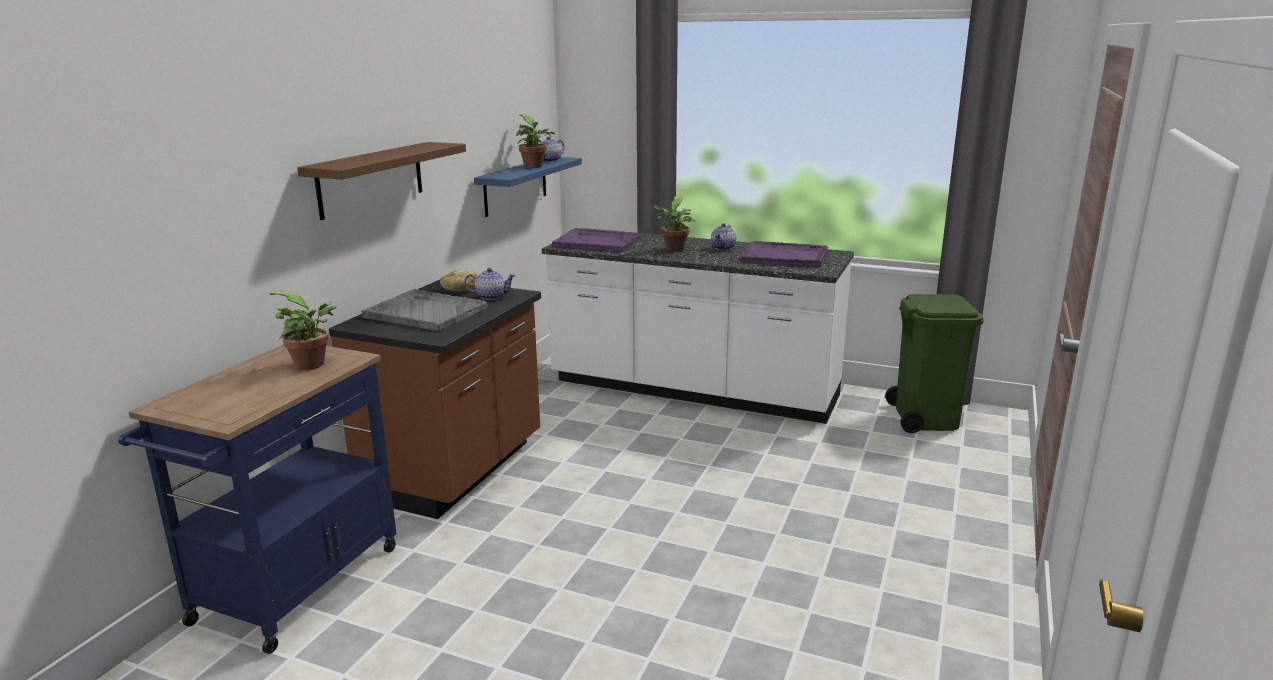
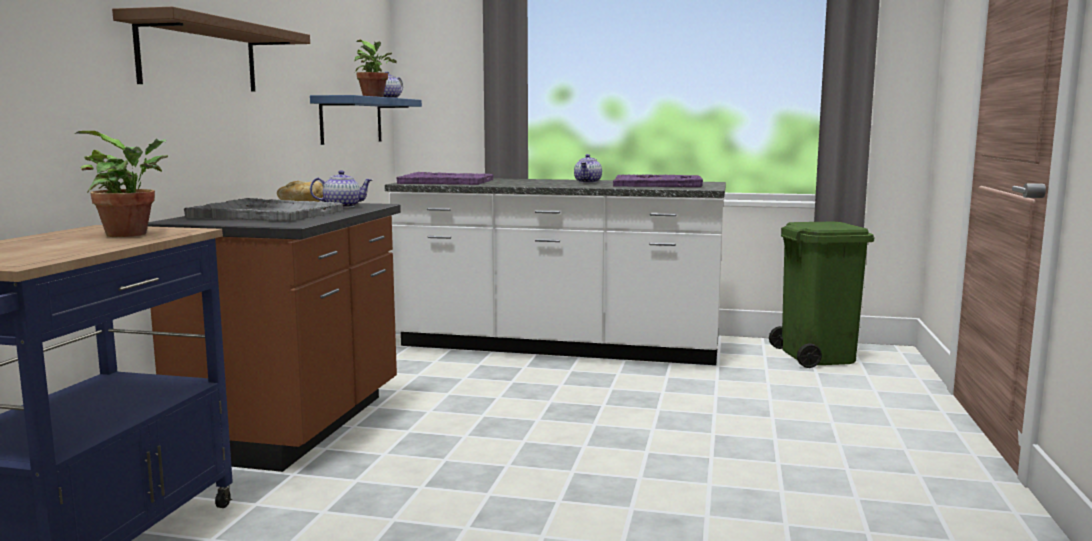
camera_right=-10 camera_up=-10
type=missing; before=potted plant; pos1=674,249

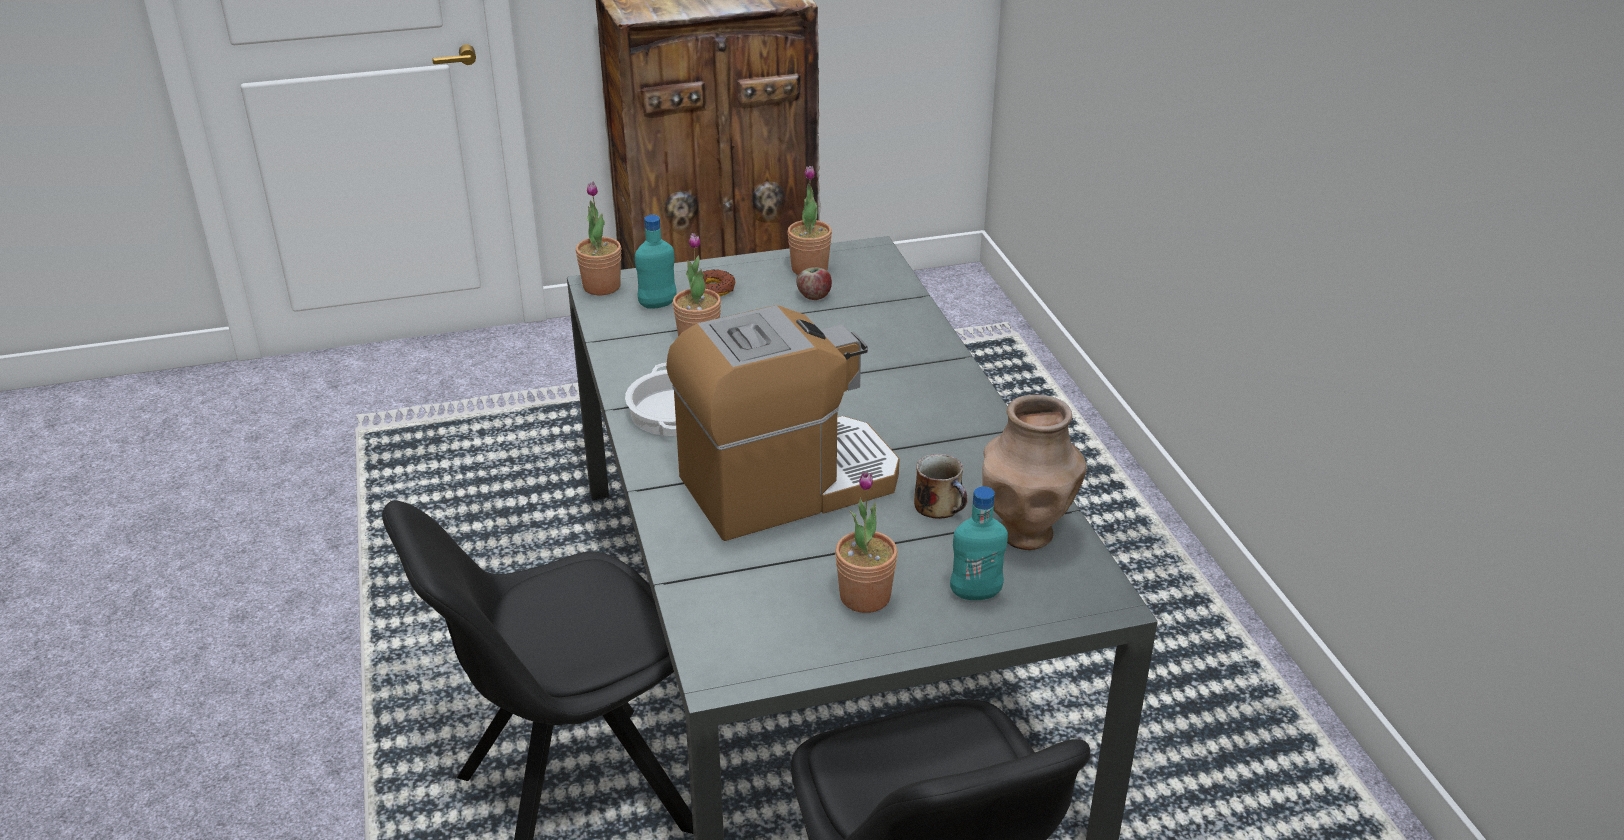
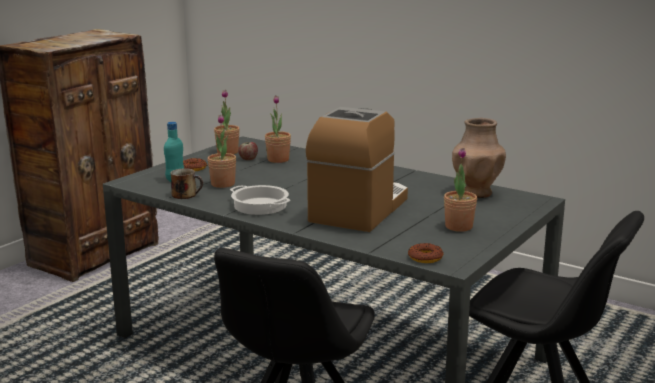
camera_right=-40 camera_up=-15
type=relocated; before=potted plant; pos1=602,287; pos2=278,160
type=relocated; before=coffee mug; pos1=940,505; pos2=186,195
type=missing; before=beverage bottle/turquoise; pos1=975,594
type=appeared; after=ring doughnut; pos2=425,257

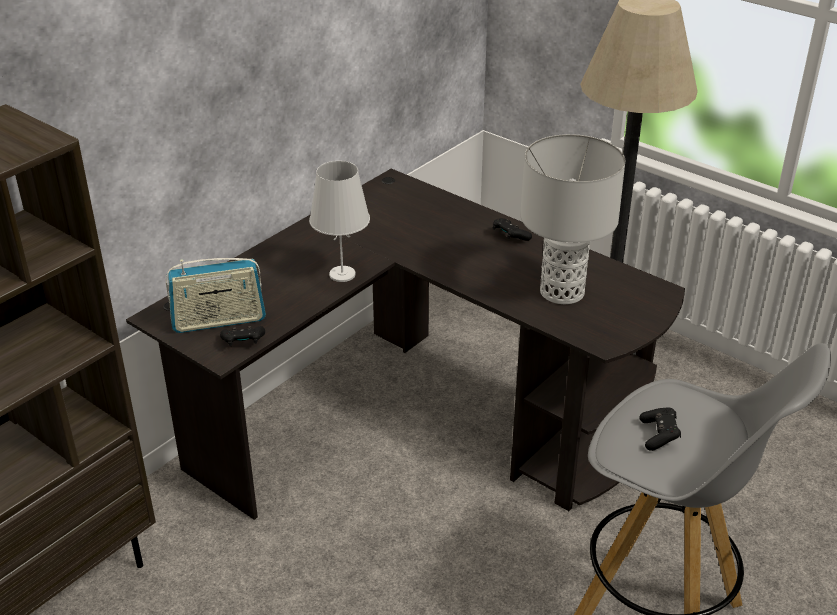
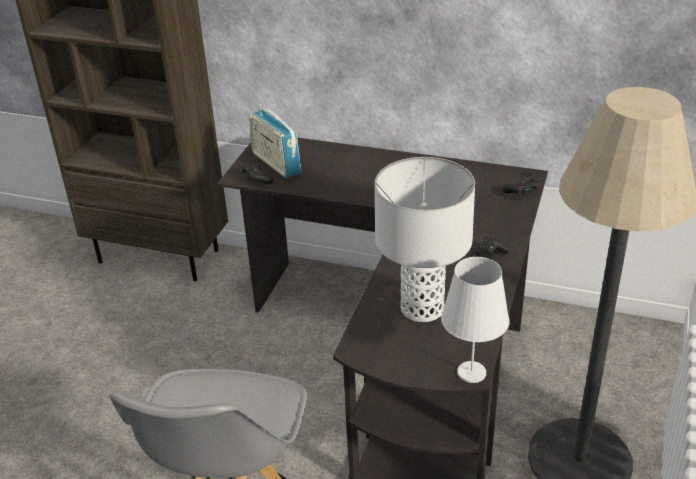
camera_right=70 camera_up=0
type=relocated; before=table lamp/white-coloured; pos1=341,274; pos2=471,372
type=relocated; before=joypad/black-coloured; pos1=659,435; pos2=522,193

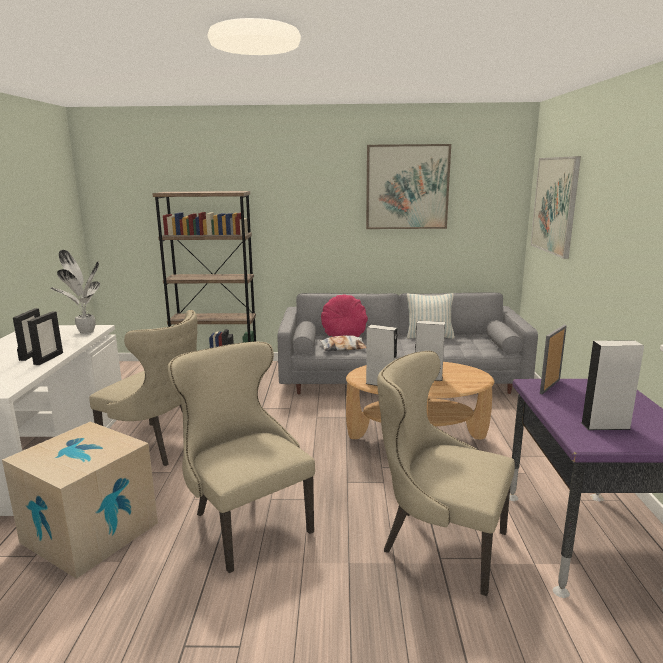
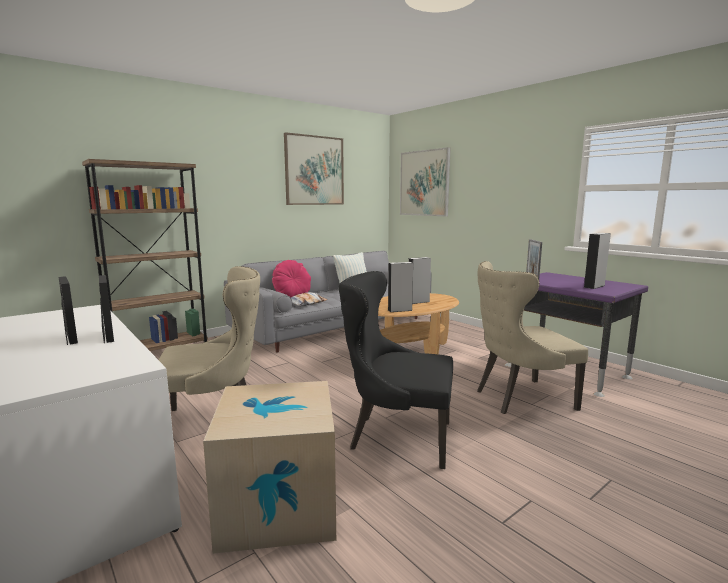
camera_right=-40 camera_up=-5
type=missing; before=potted plant; pos1=86,331
type=colour; before=upright chair/sand-coloured; after=upright chair/black-coloured; pos1=246,523; pos2=396,437

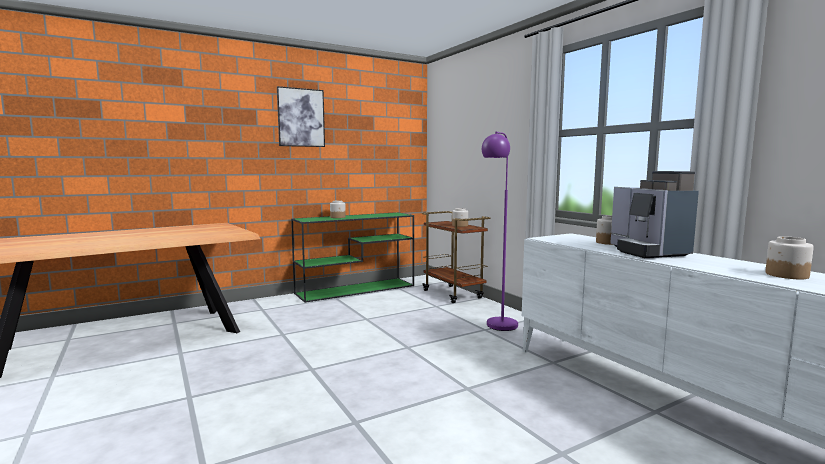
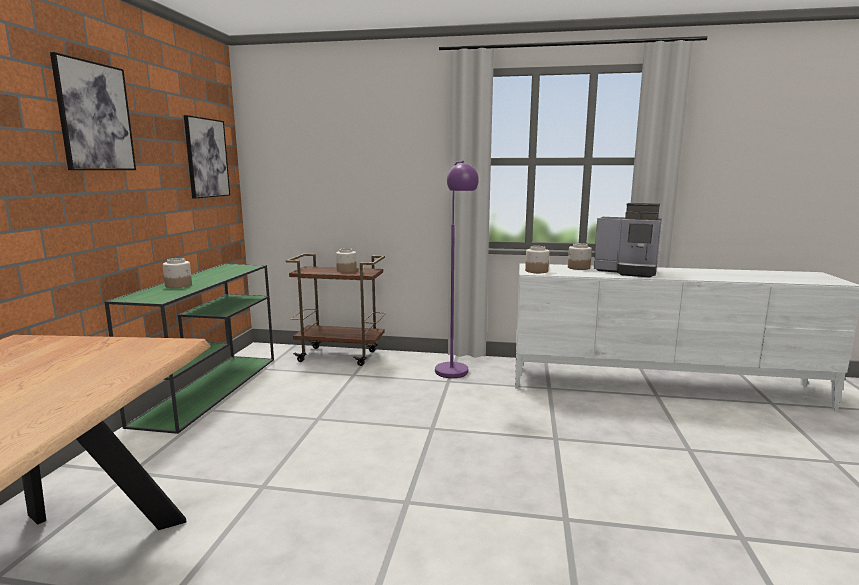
camera_right=-50 camera_up=5
type=relocated; before=preserve jar; pos1=786,275; pos2=536,271
type=appeared; after=wall picture; pos2=206,158

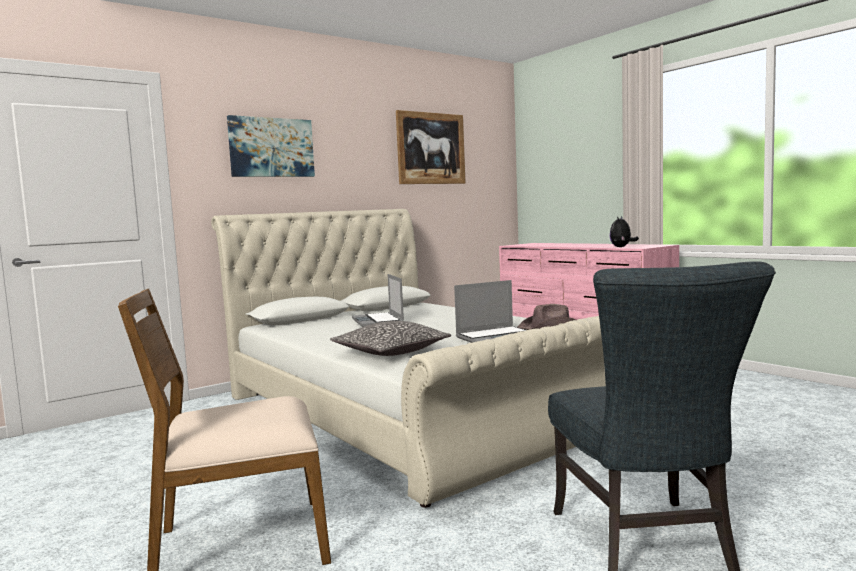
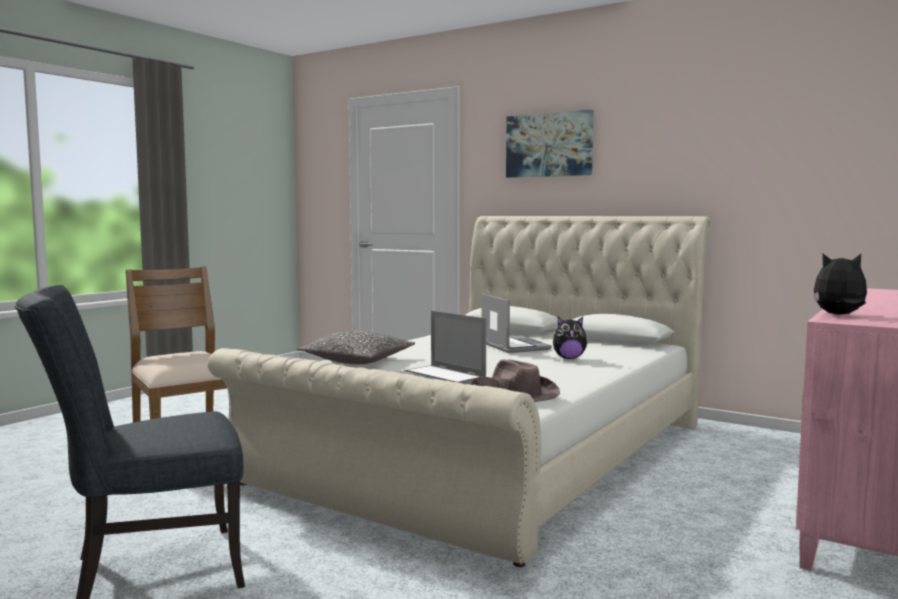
camera_right=70 camera_up=0
type=spun; before=portable computer; pos1=378,321; pos2=513,346; turn=105
type=missing; before=wall picture; pos1=431,148
type=appeared; after=plush toy; pos2=569,358

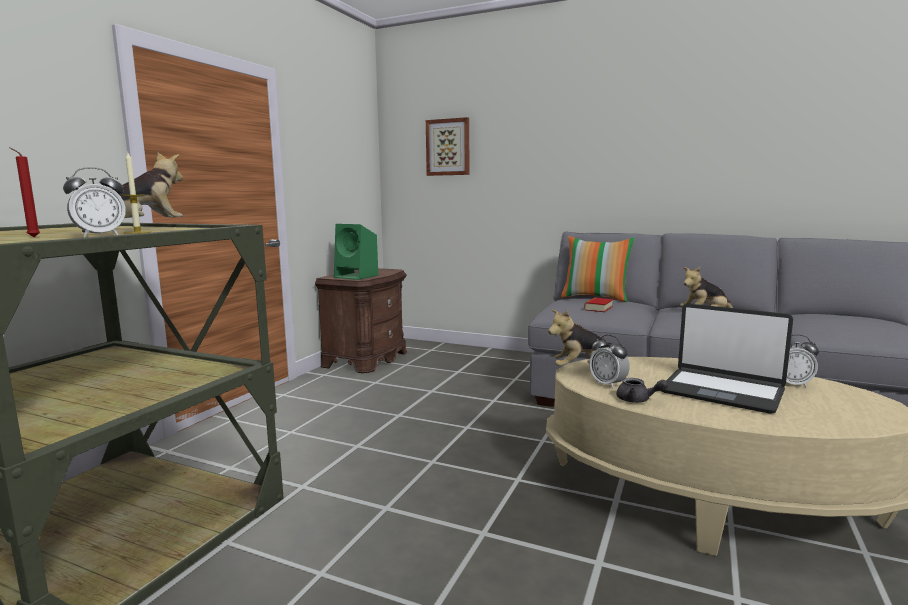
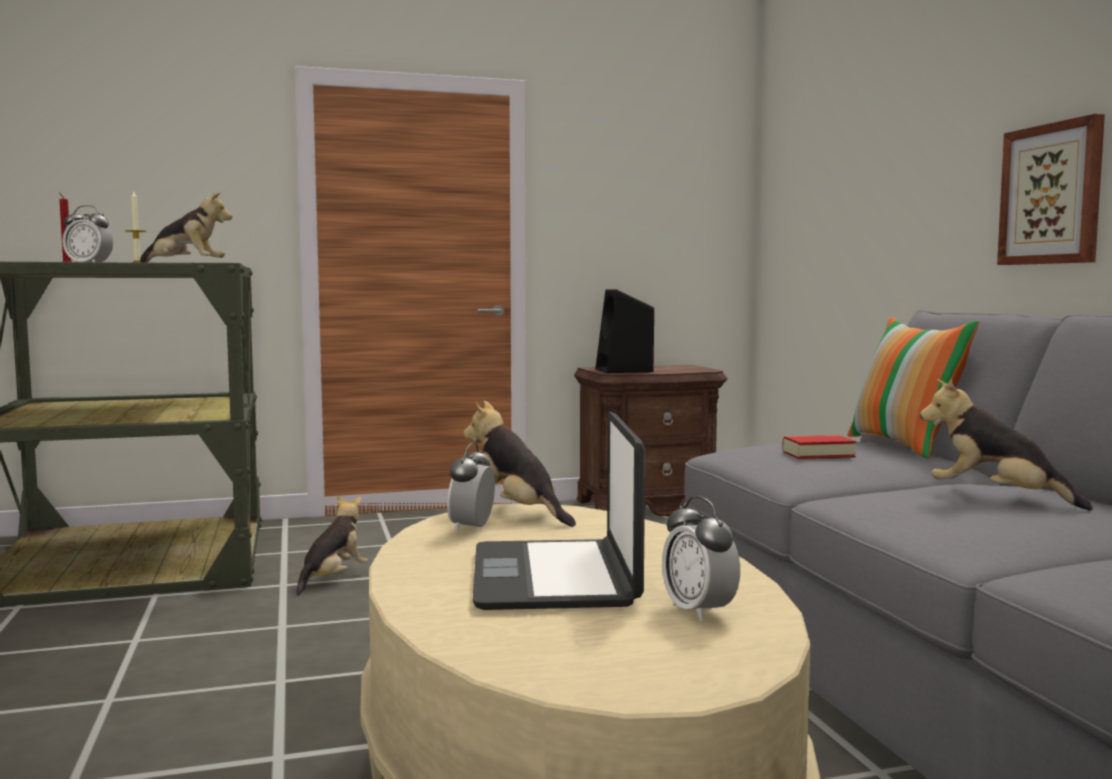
camera_right=50 camera_up=-5
type=colour; before=loudspeaker/greenish; after=loudspeaker/black-coloured; pos1=357,276; pos2=625,370
type=relocated; before=wall picture; pos1=448,147; pos2=1052,194
type=missing; before=teapot/greyish; pos1=637,400
type=appeared; after=plush toy; pos2=333,579

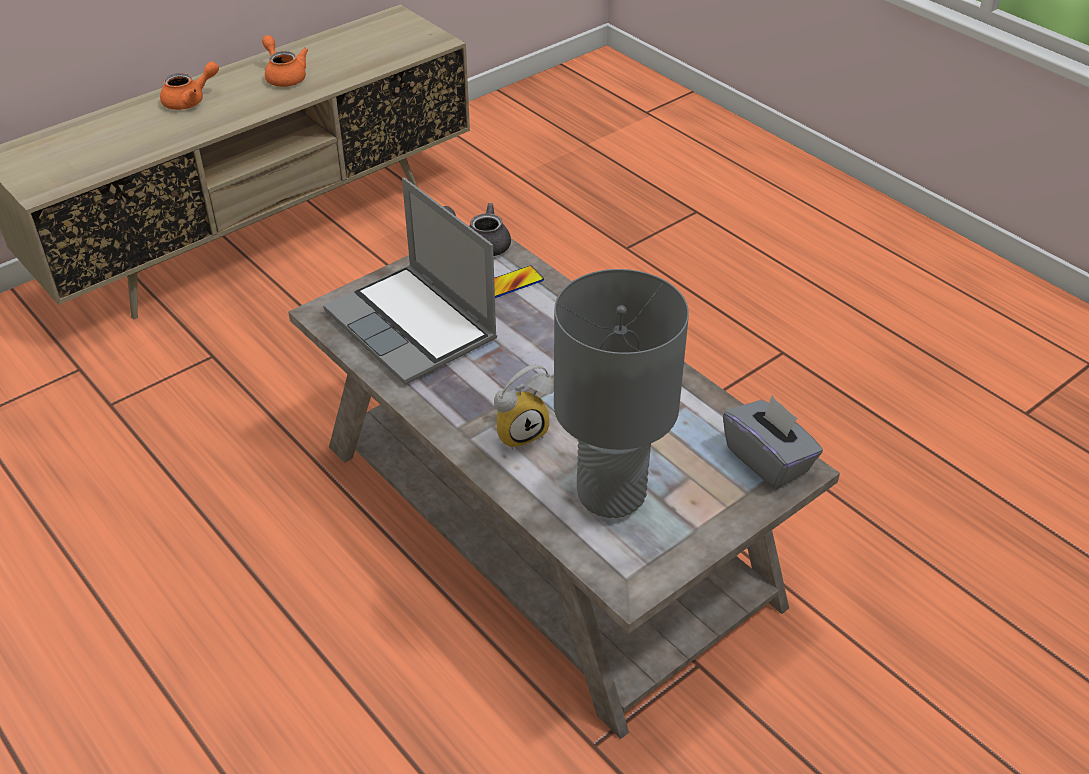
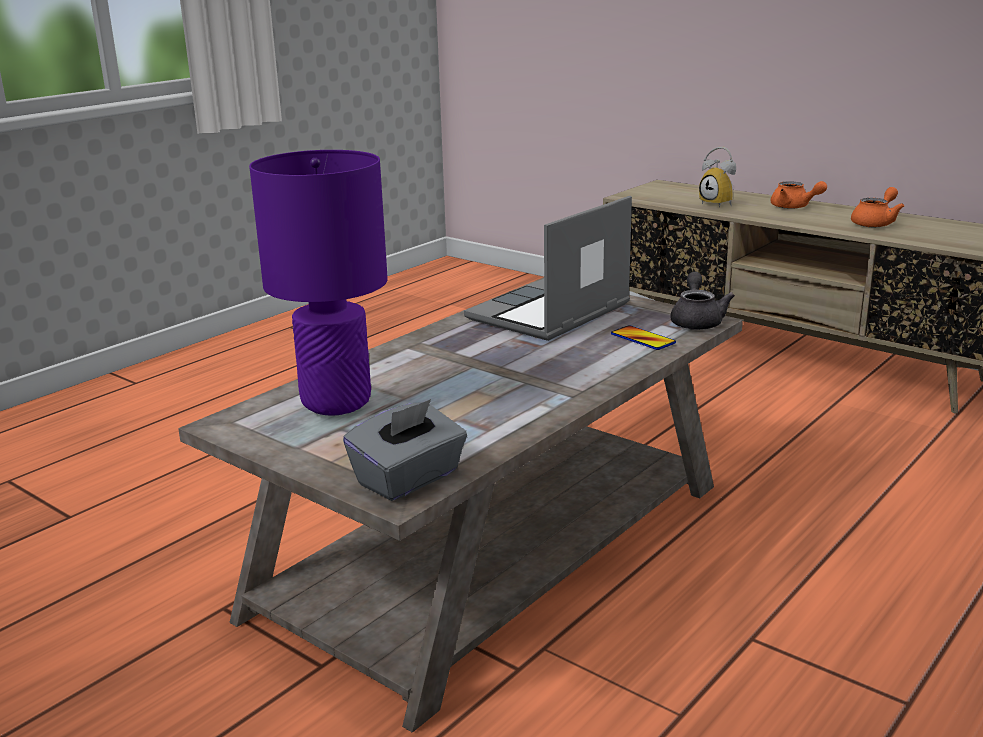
camera_right=80 camera_up=-20
type=relocated; before=bedside clock; pos1=520,430; pos2=720,204
type=colour; before=table lamp/greyish; after=table lamp/purple; pos1=610,500; pos2=335,407

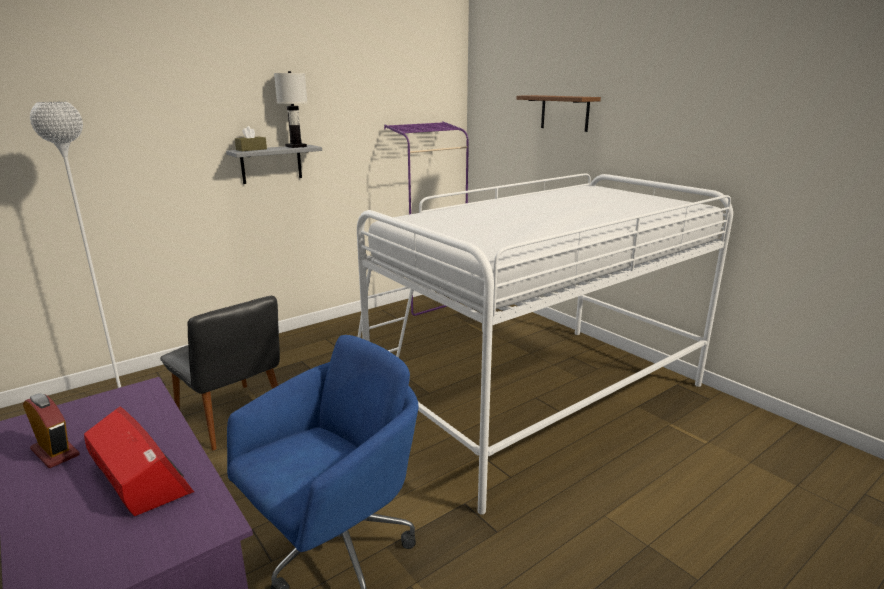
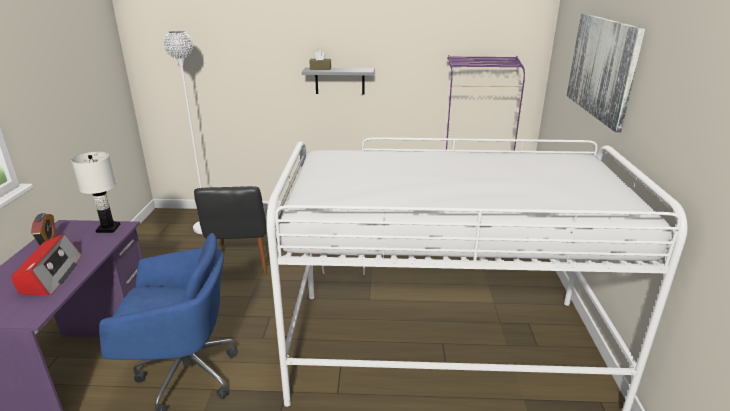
camera_right=40 camera_up=5
type=relocated; before=table lamp/white-coloured; pos1=295,146; pos2=108,228
type=exchanged; before=shelf/brown; after=wall picture; pos1=564,113; pos2=602,67

